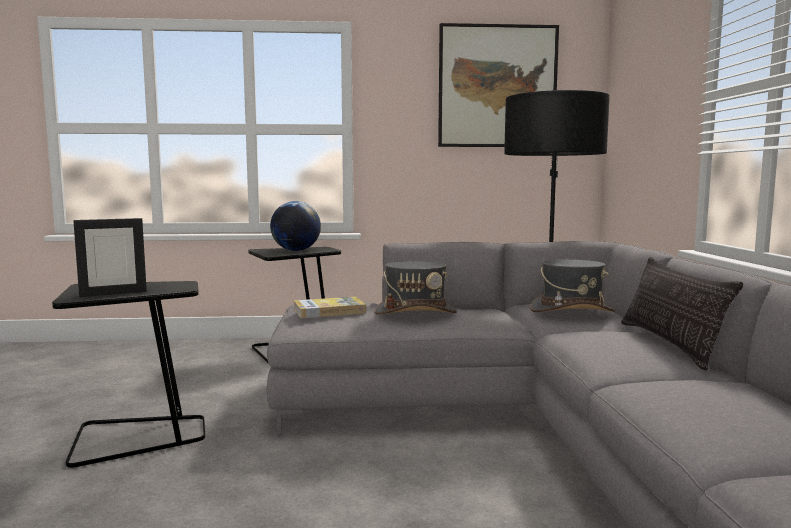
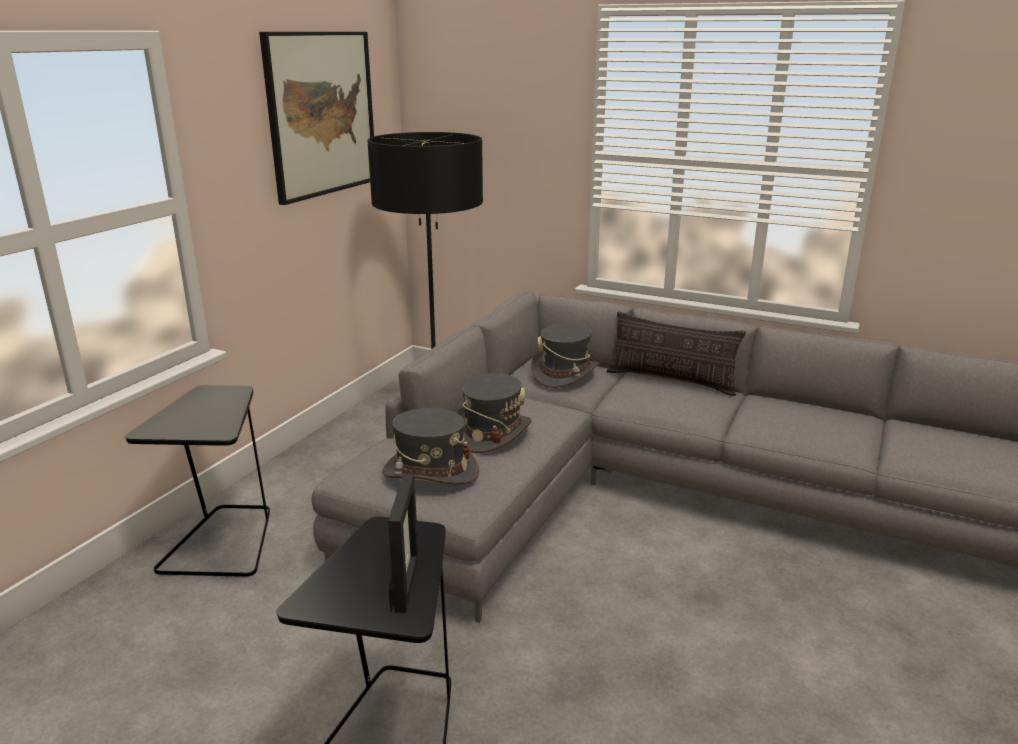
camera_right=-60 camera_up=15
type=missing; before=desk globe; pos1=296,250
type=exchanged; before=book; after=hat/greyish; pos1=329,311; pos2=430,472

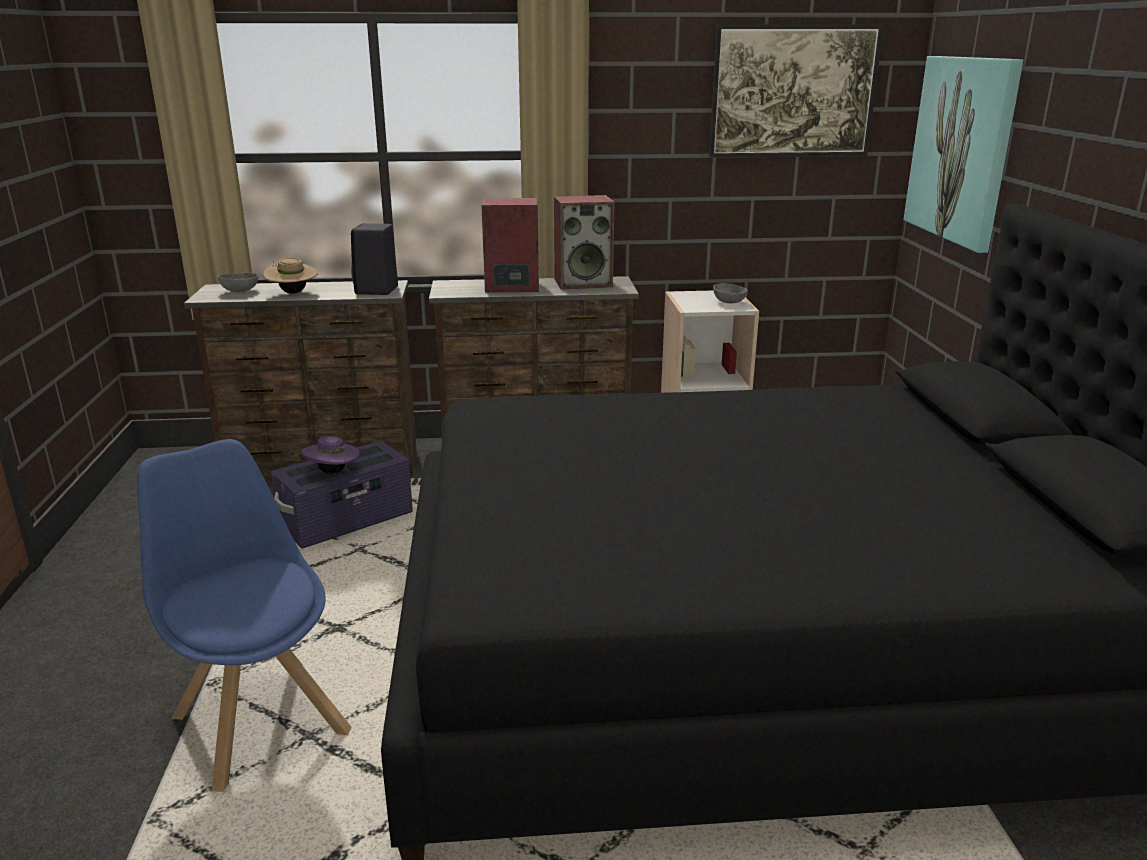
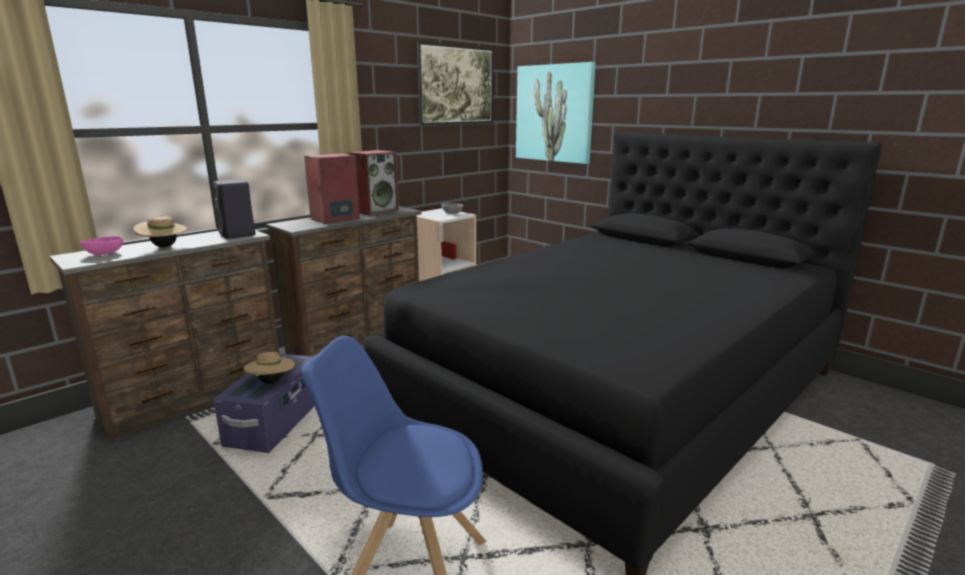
camera_right=-40 camera_up=-5
type=colour; before=bowl/greyish; after=bowl/pink-coloured; pos1=240,290; pos2=104,253
type=colour; before=hat/purple; after=hat/sand-coloured; pos1=333,472; pos2=272,382

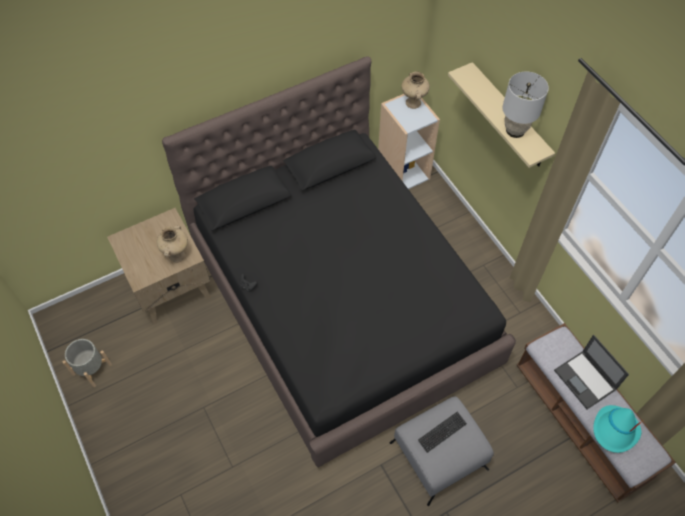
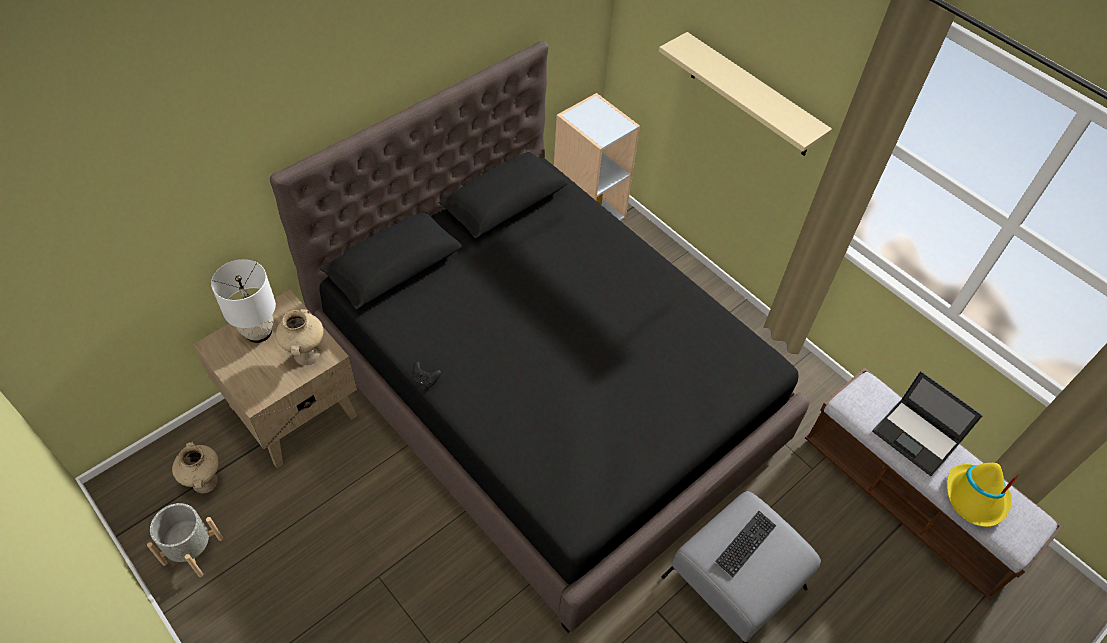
camera_right=-15 camera_up=-5
type=relocated; before=flower vase/sand-coloured; pos1=413,103; pos2=206,482
type=relocated; before=table lamp/white-coloured; pos1=515,130; pos2=259,332
type=colour; before=hat/turquoise; after=hat/yellow-coloured; pos1=615,430; pos2=975,498

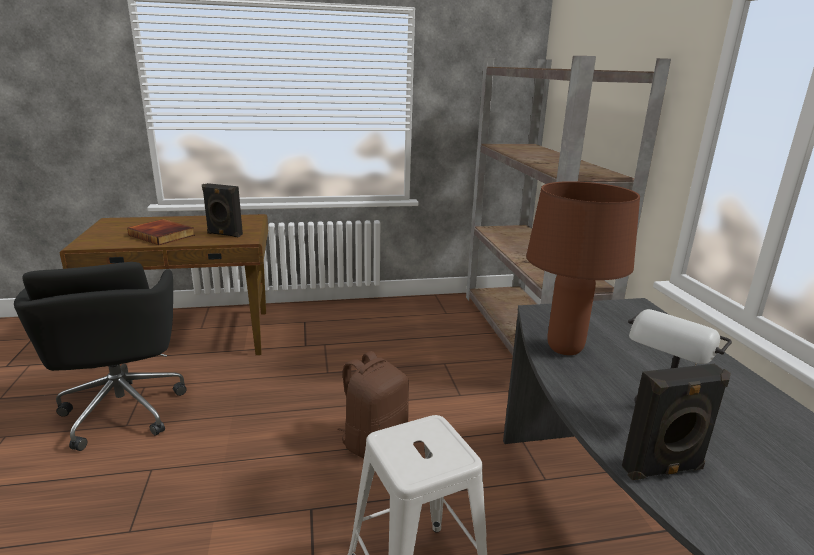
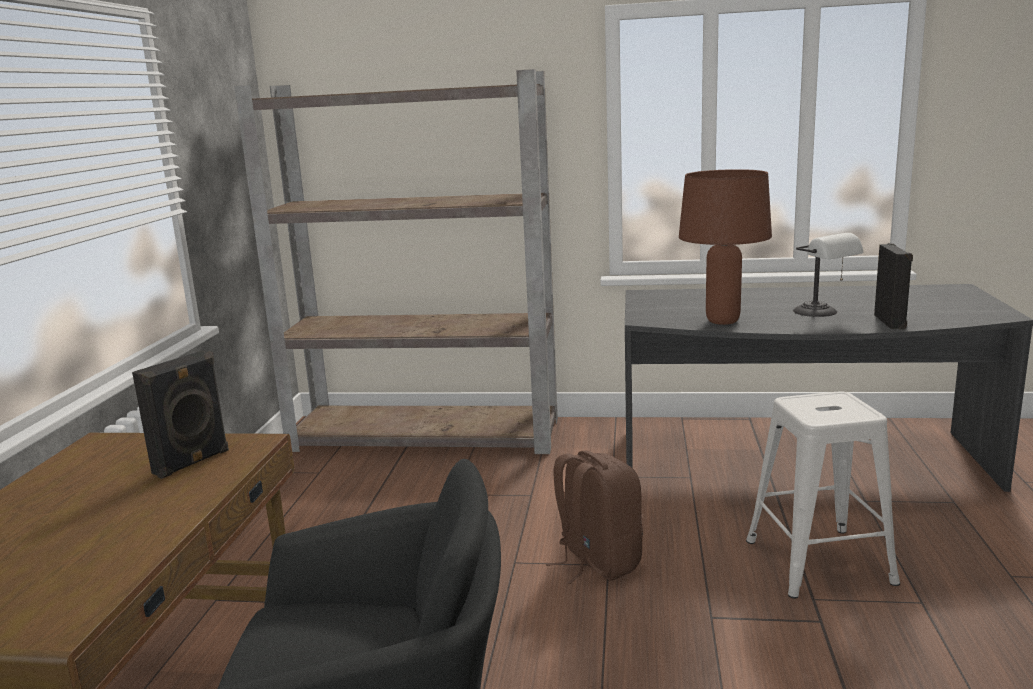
camera_right=-70 camera_up=-5
type=missing; before=book; pos1=163,235

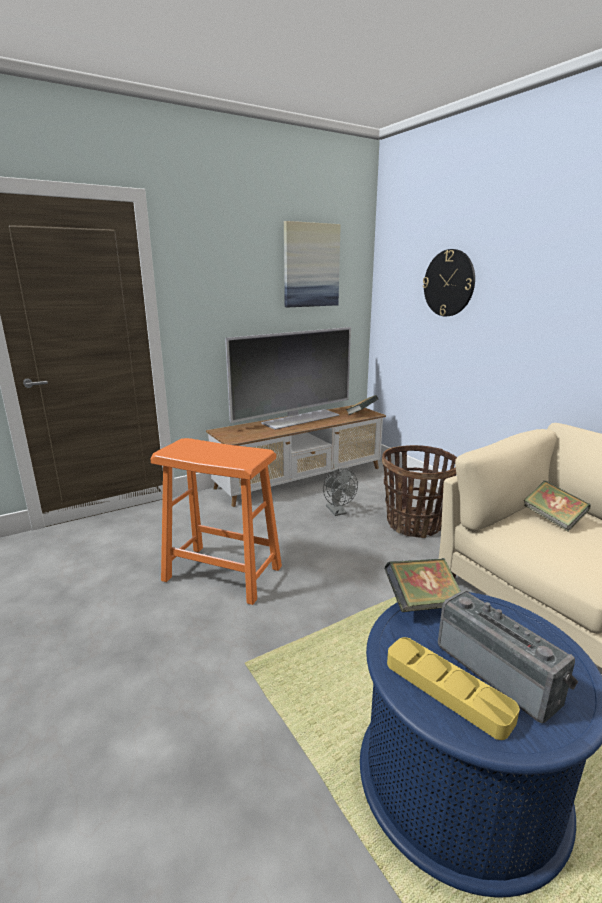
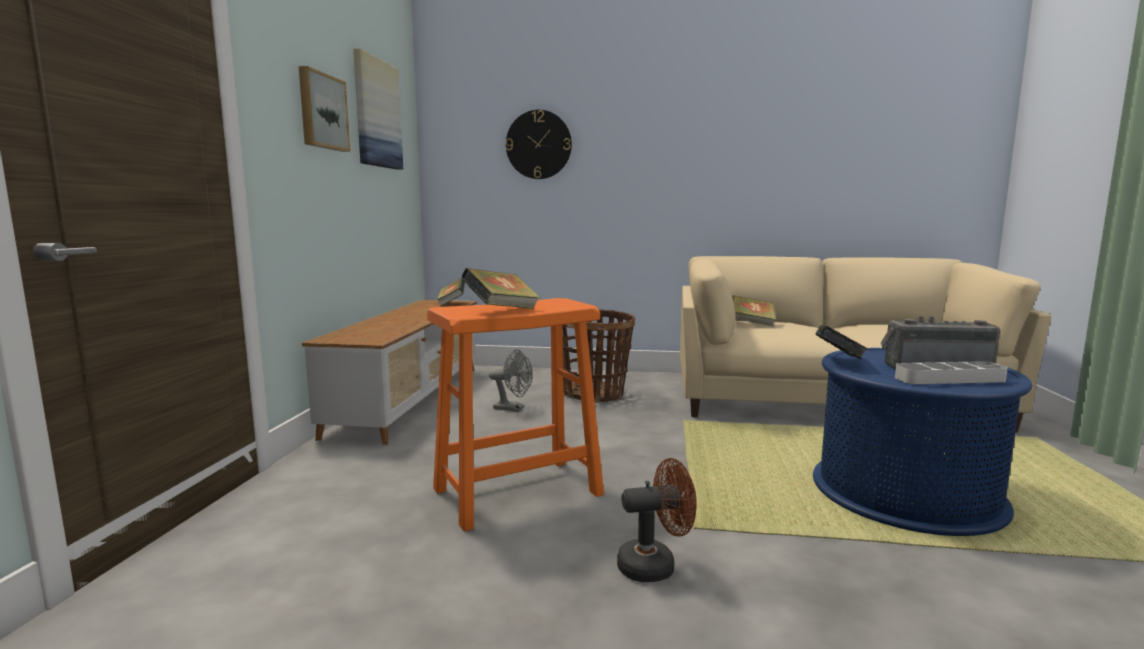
camera_right=-50 camera_up=-10
type=missing; before=television; pos1=299,419
type=colour; before=serving tray/yellow-coloured; after=serving tray/greyish; pos1=447,690; pos2=949,379
type=appeared; after=wall picture; pos2=322,111
type=appeared; after=book; pos2=502,310
type=appeared; after=cooling fan/brown; pos2=655,565

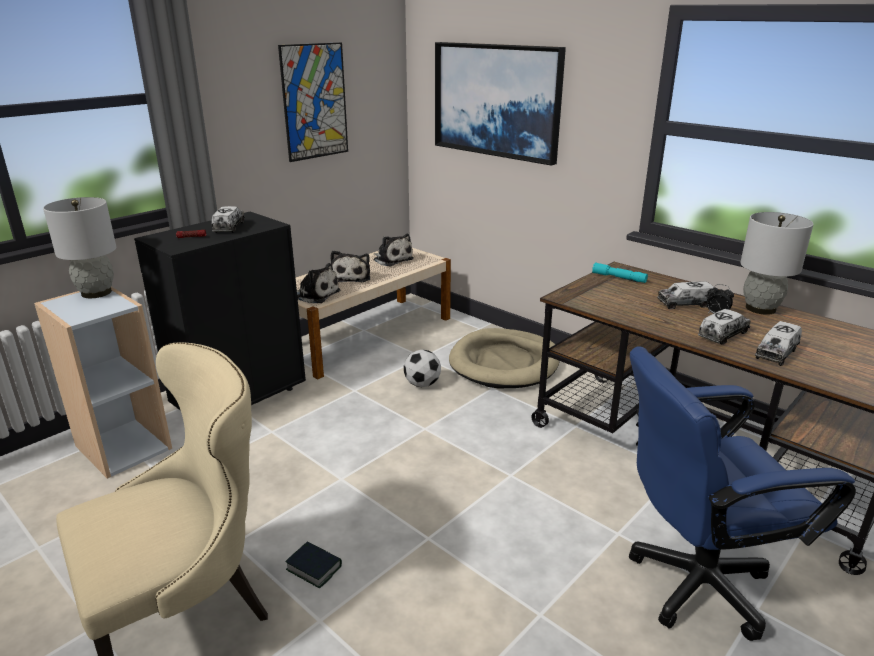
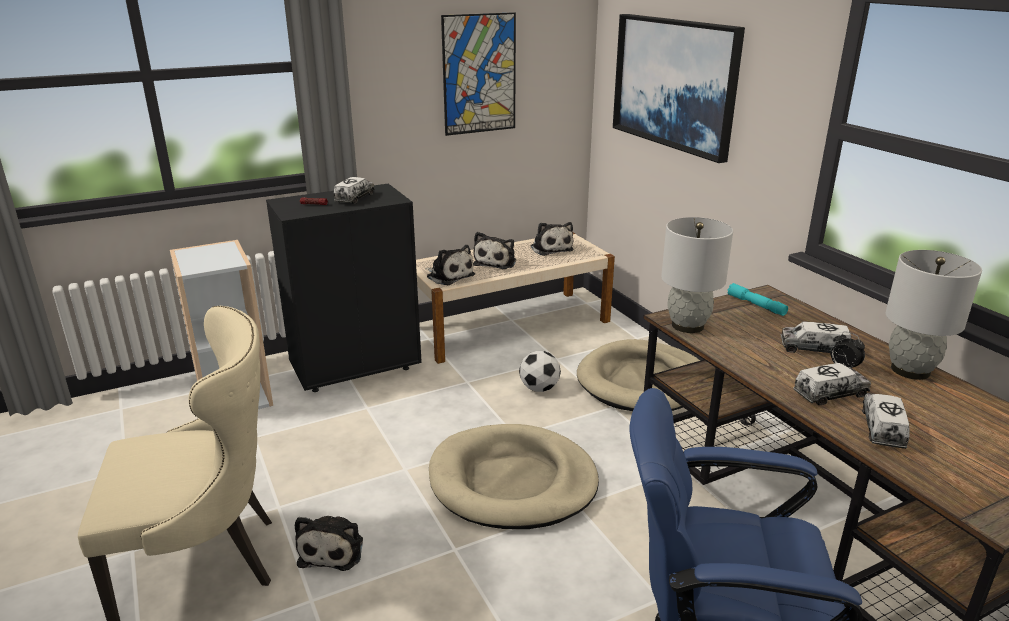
camera_right=20 camera_up=0
type=relocated; before=table lamp/white-coloured; pos1=97,293; pos2=688,326
type=exchanged; before=book; after=plush toy; pos1=314,568; pos2=333,549
type=spun; before=toy lorry; pos1=776,353; pos2=882,428; turn=135
type=appeared; after=pet bed/sand-coloured; pos2=512,482

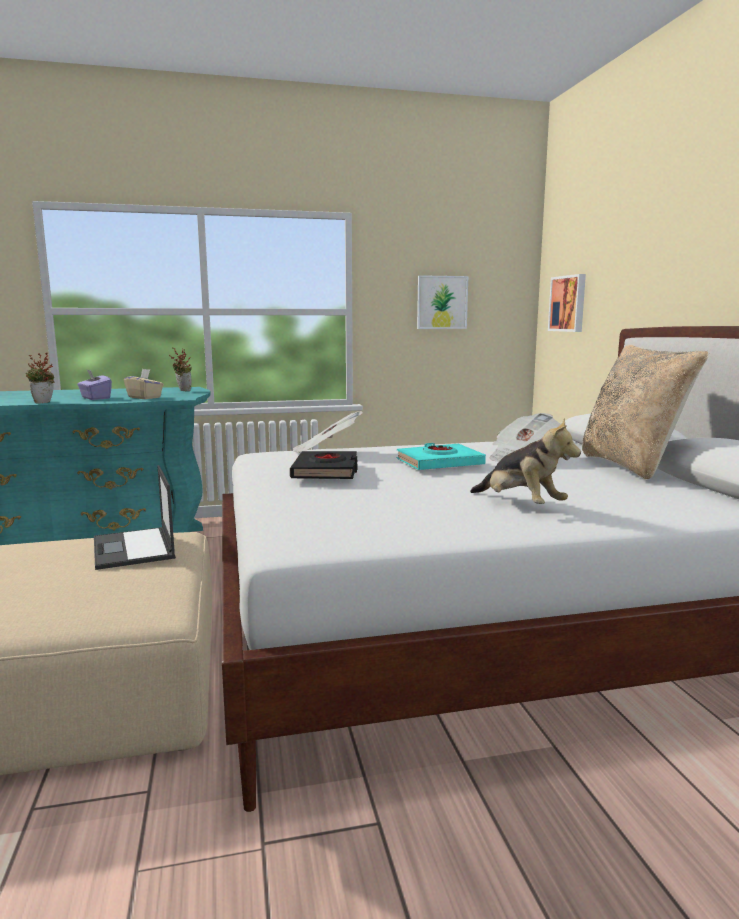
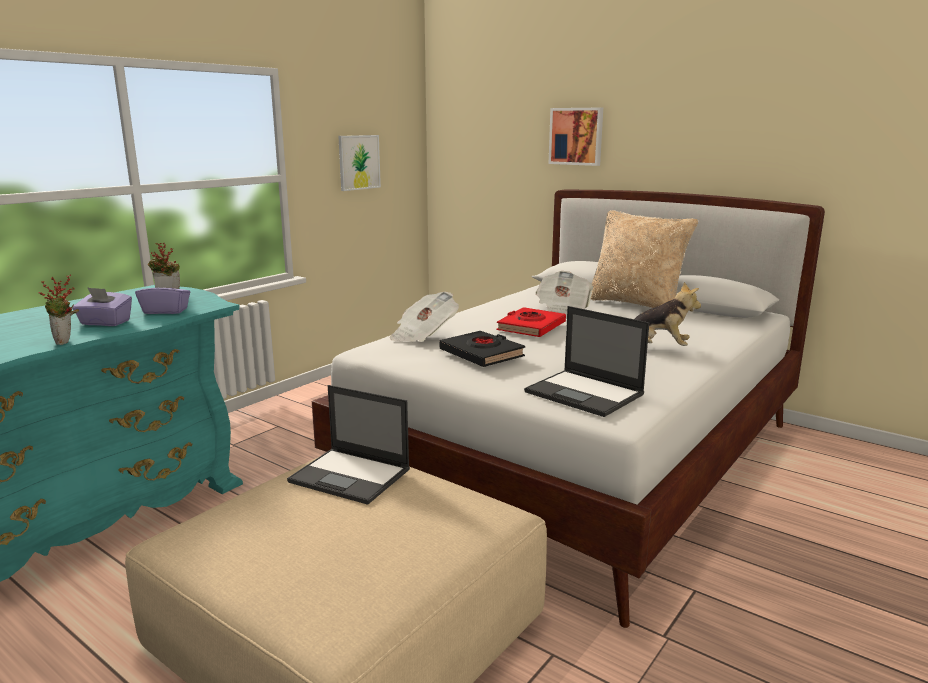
camera_right=-40 camera_up=5
type=colour; before=tissue holder/sand-coloured; after=tissue holder/purple; pos1=145,397; pos2=166,311
type=colour; before=book/turquoise; after=book/red-coloured; pos1=439,463; pos2=531,327
type=relocated; before=wall picture; pos1=568,303; pos2=576,136
type=appeared; after=portable computer; pos2=585,393

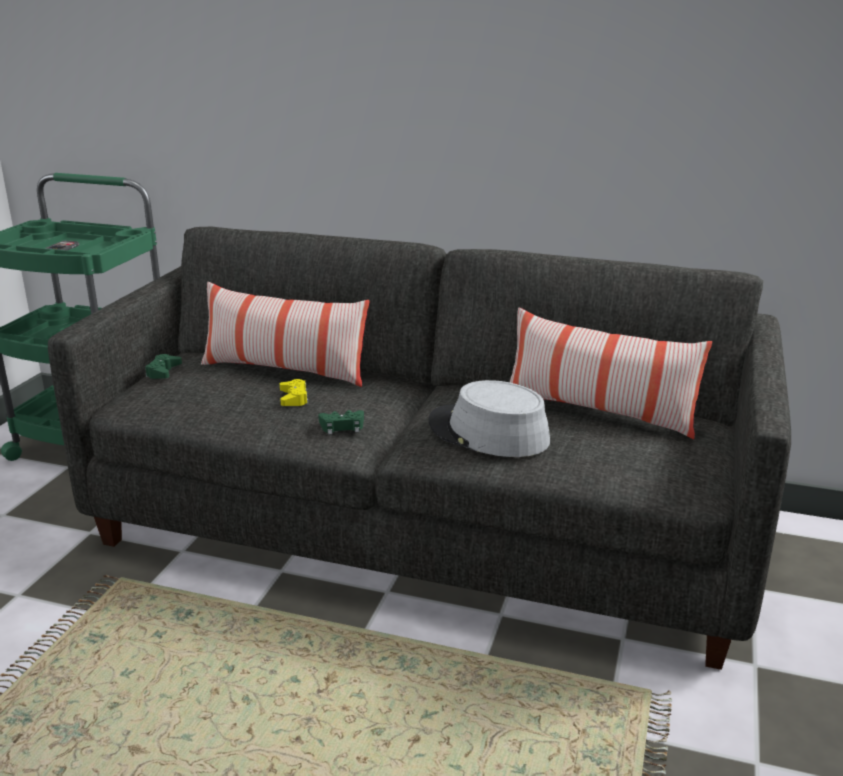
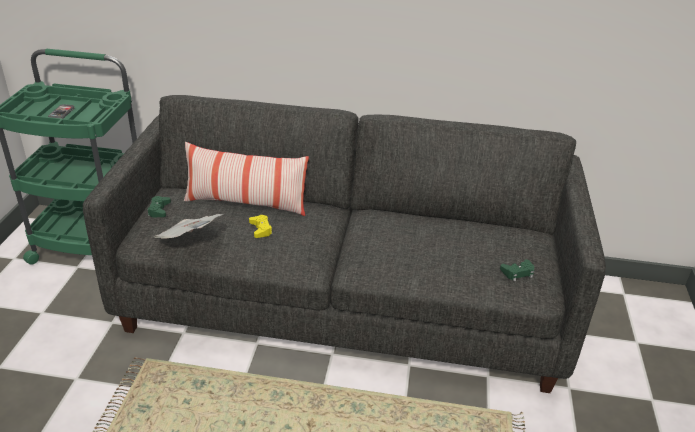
camera_right=-10 camera_up=10
type=relocated; before=joypad/greenish; pos1=342,426; pos2=517,273
type=missing; before=hat/greyish; pos1=488,433
type=missing; before=throw pillow; pos1=598,412
type=appeared; after=daily paper; pos2=189,241

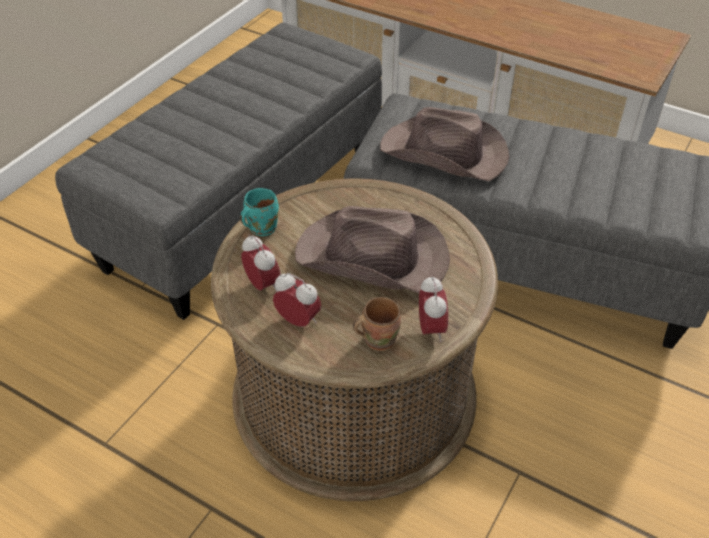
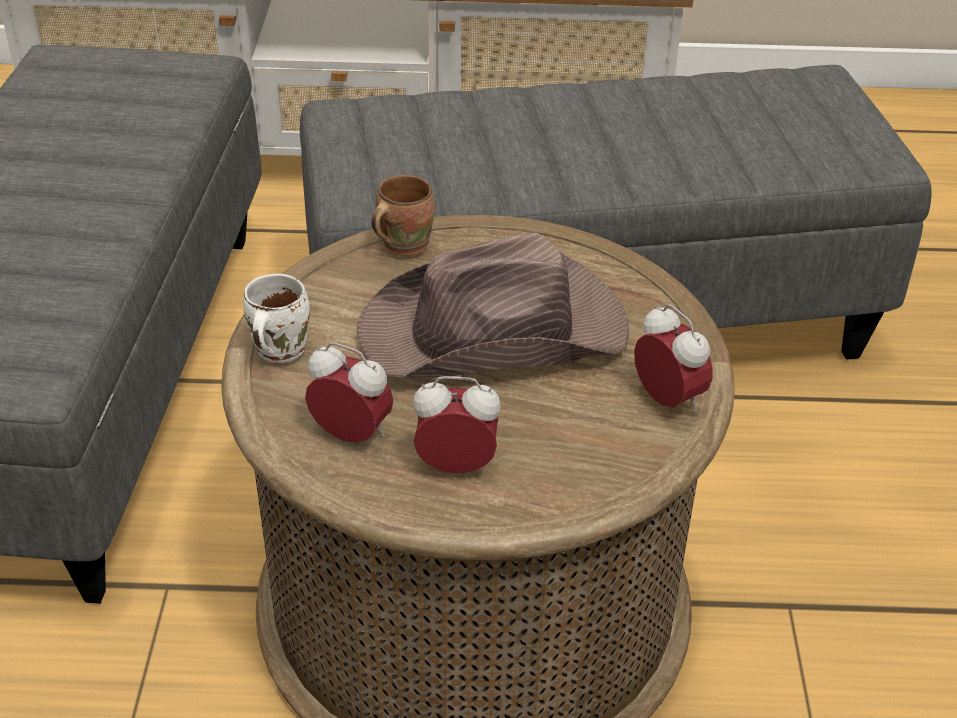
camera_right=-30 camera_up=-5
type=colour; before=coffee mug/turquoise; after=coffee mug/white-coloured; pos1=260,228; pos2=276,350
type=relocated; before=coffee mug/brown; pos1=377,339; pos2=401,244
type=missing; before=hat/brown; pos1=445,154

